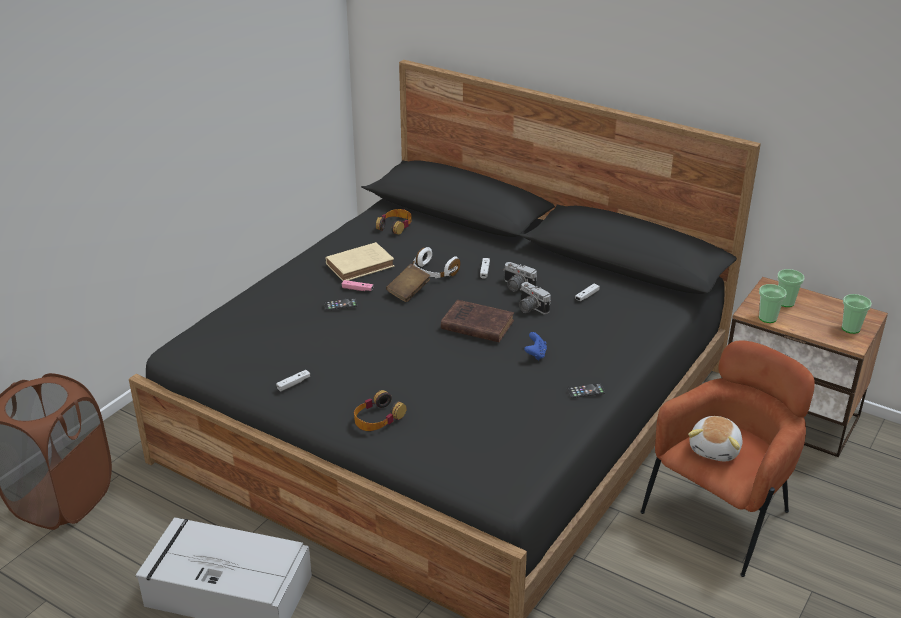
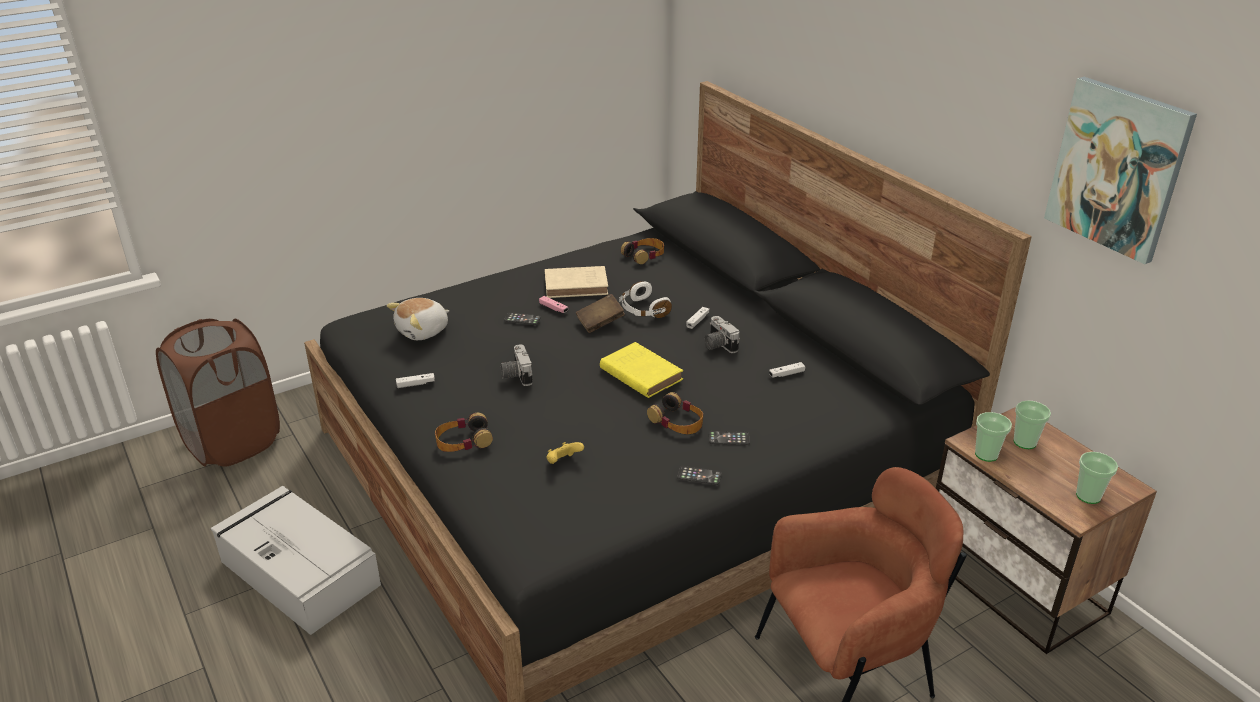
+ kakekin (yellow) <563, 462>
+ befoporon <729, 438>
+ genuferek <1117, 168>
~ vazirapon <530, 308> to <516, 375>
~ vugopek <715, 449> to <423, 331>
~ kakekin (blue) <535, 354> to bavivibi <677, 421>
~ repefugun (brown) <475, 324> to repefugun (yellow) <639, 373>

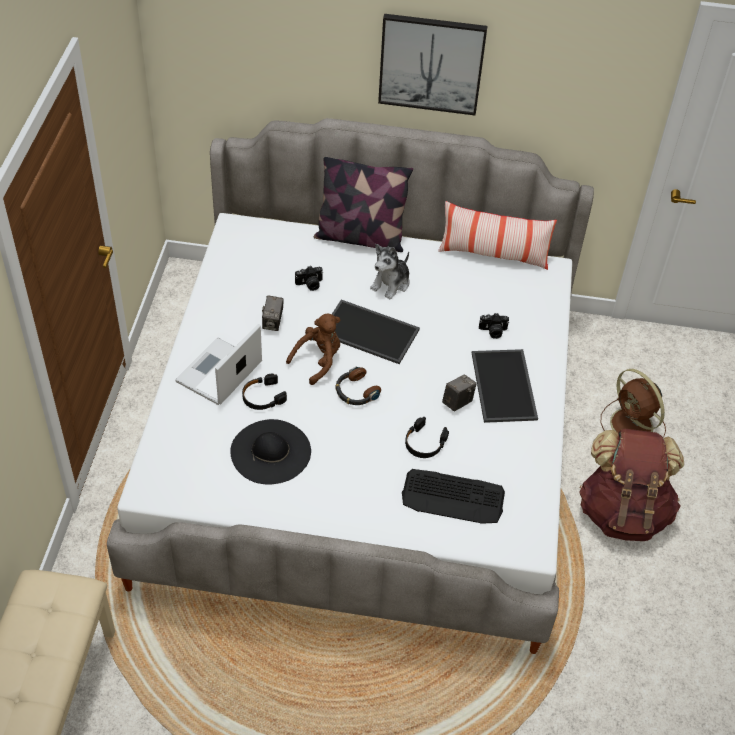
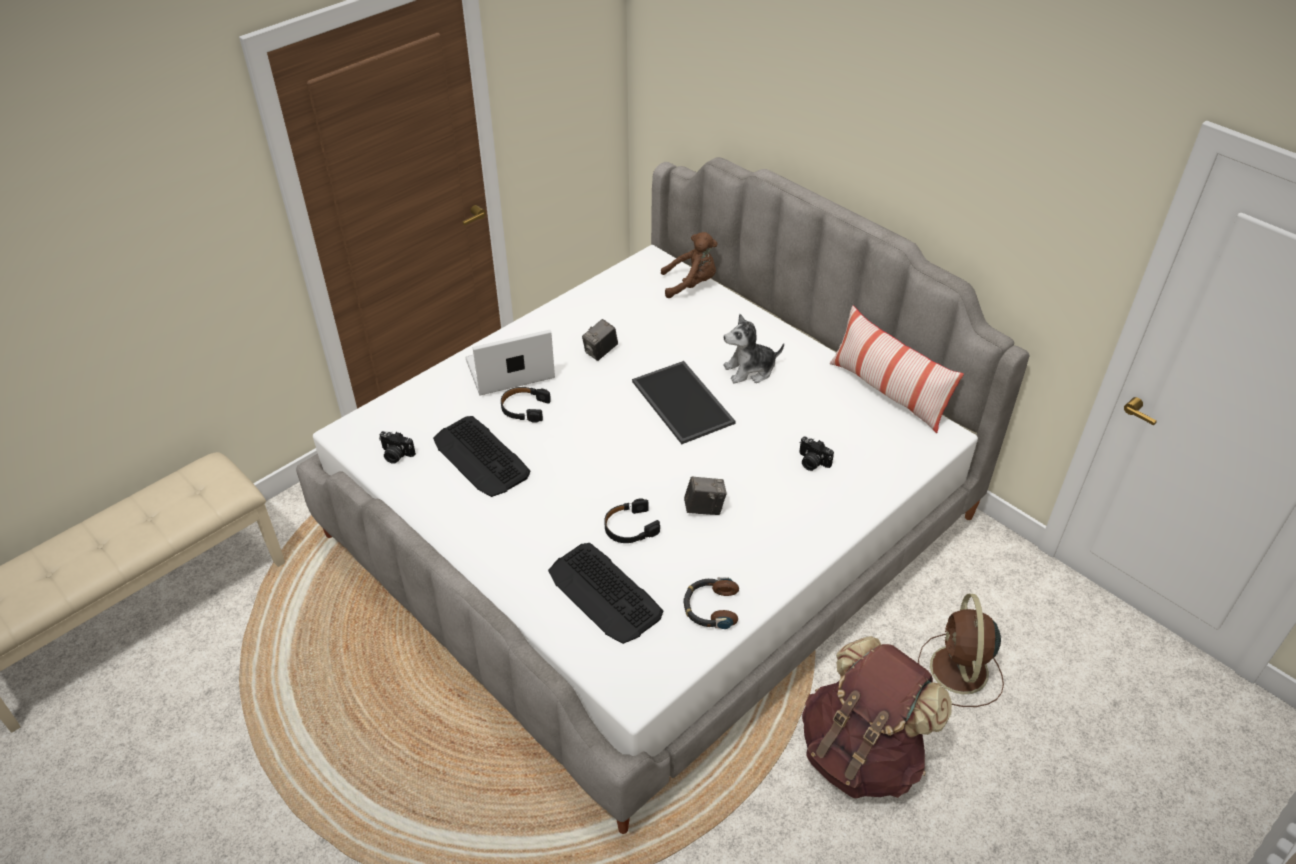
- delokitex <360, 237>
- genuferek <431, 63>
- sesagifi <505, 386>
~ vugopek (brown) <318, 360> to <691, 284>
~ vazirapon <310, 284> to <396, 455>
~ bavivibi <356, 391> to <710, 607>
~ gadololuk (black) <270, 451> to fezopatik <481, 457>

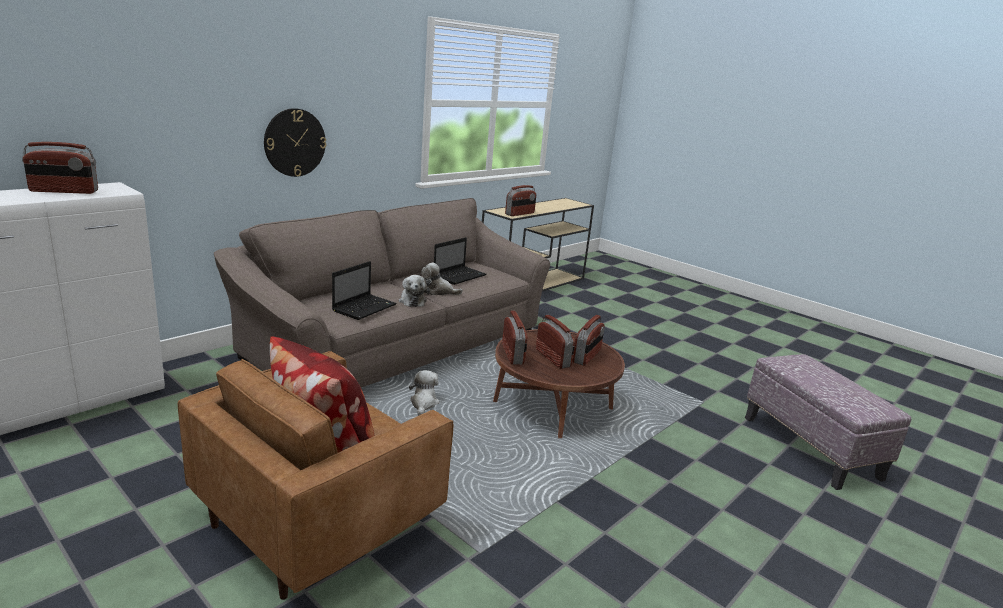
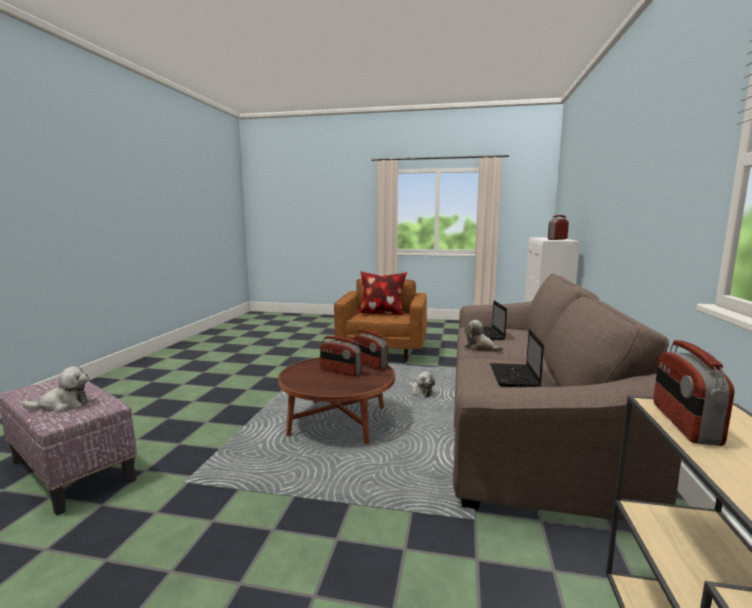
- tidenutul <294, 142>
- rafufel <587, 356>
~ vugopek <438, 291> to <63, 405>

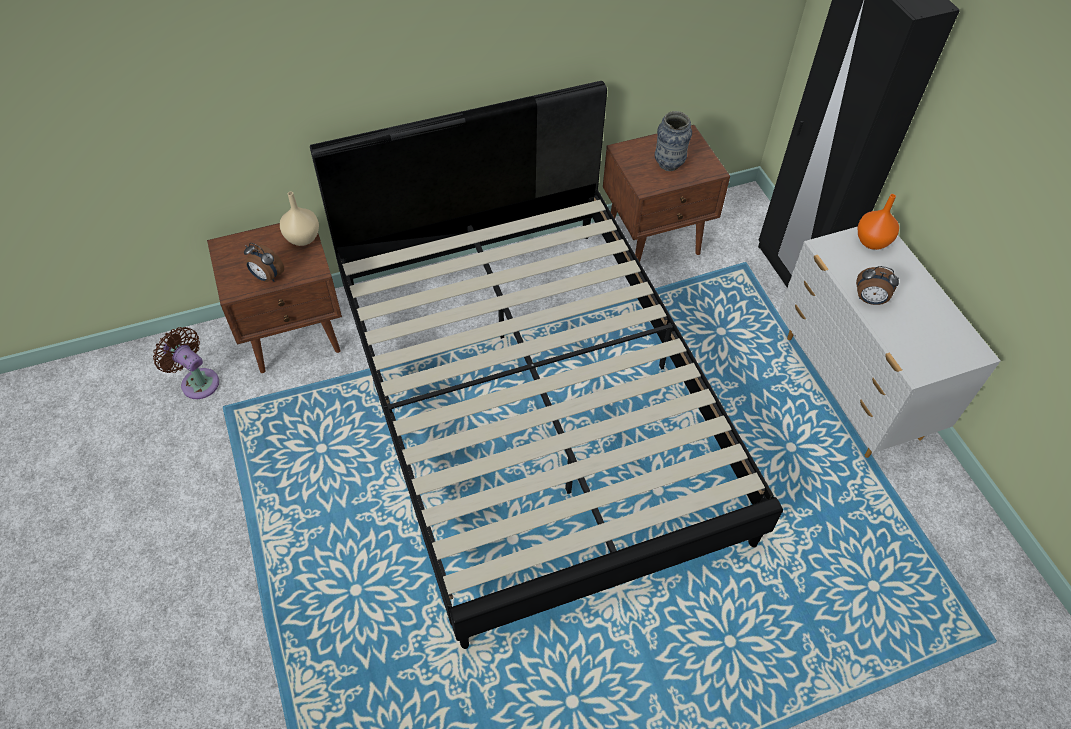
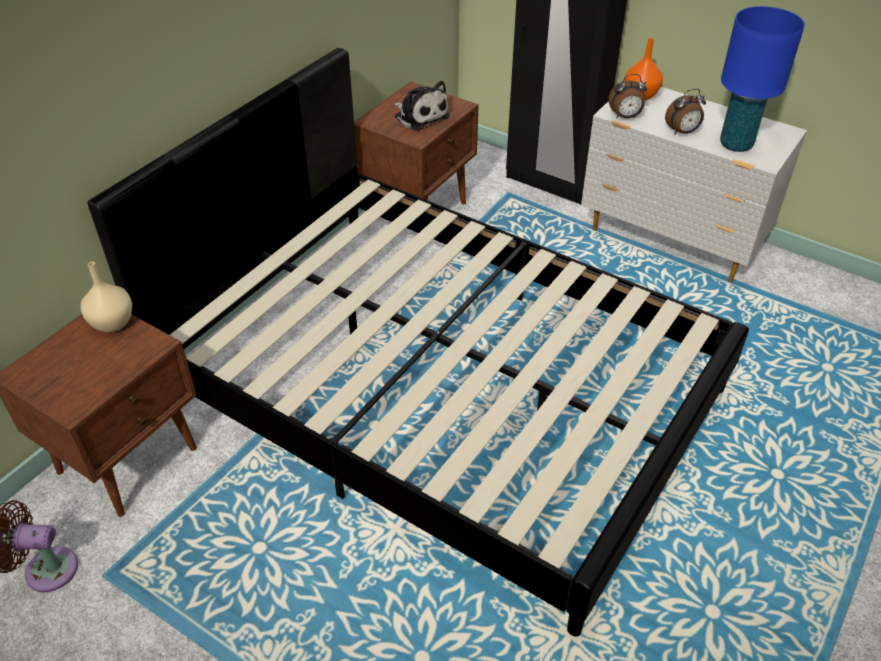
+ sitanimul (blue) <735, 144>
~ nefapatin <267, 277> to <625, 117>
~ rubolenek <669, 164> to vugopek <420, 116>

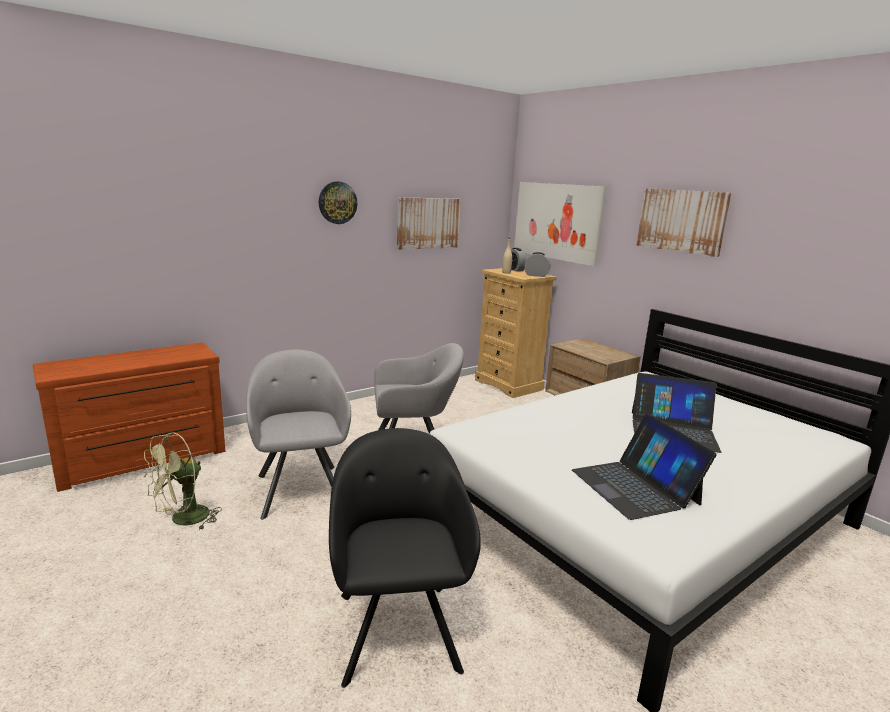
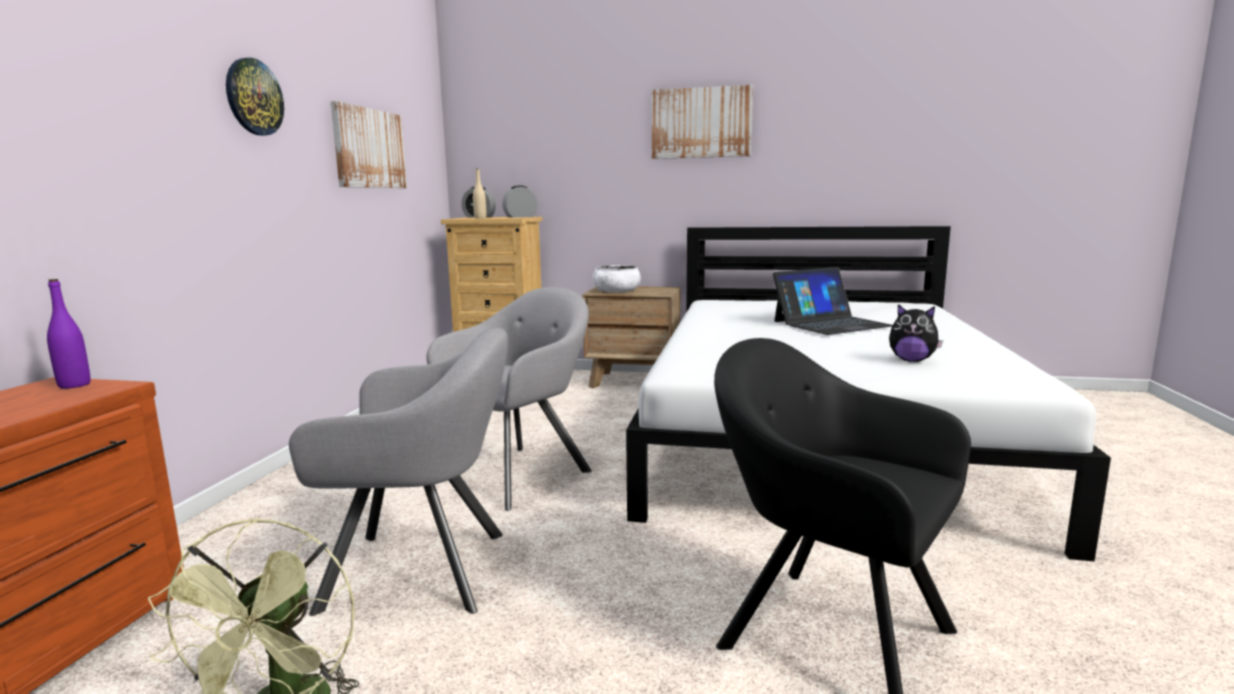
- genuferek <557, 221>
+ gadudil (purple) <74, 385>
+ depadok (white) <616, 290>
~ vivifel <635, 487> to vugopek <911, 360>
~ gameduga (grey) <300, 487> = <426, 570> 150 degrees clockwise

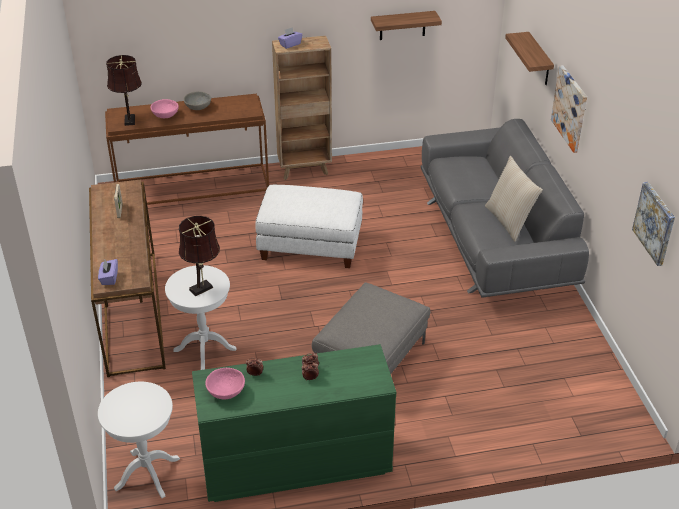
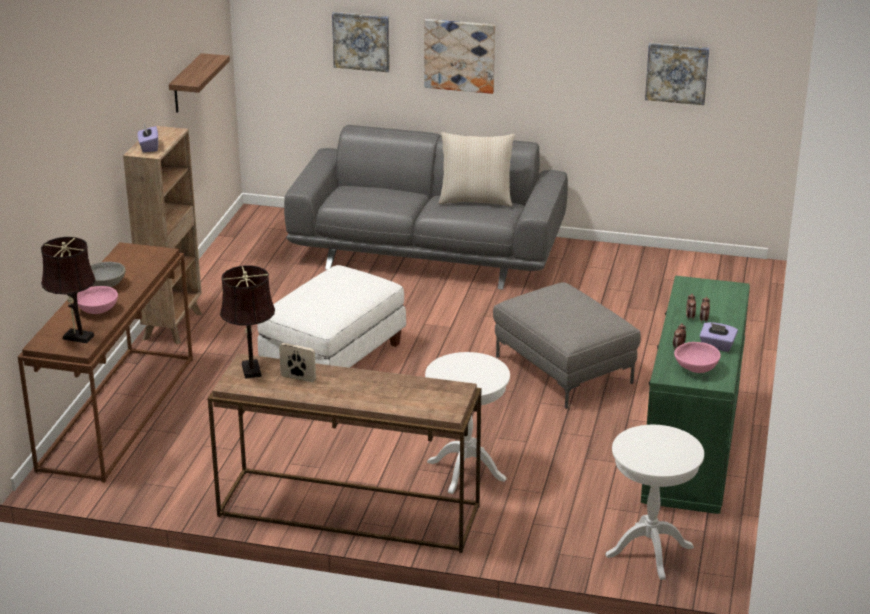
~ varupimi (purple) <109, 278> to <717, 346>
~ sitanimul (brown) <203, 287> to <251, 368>
~ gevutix <539, 60> to genuferek <361, 41>

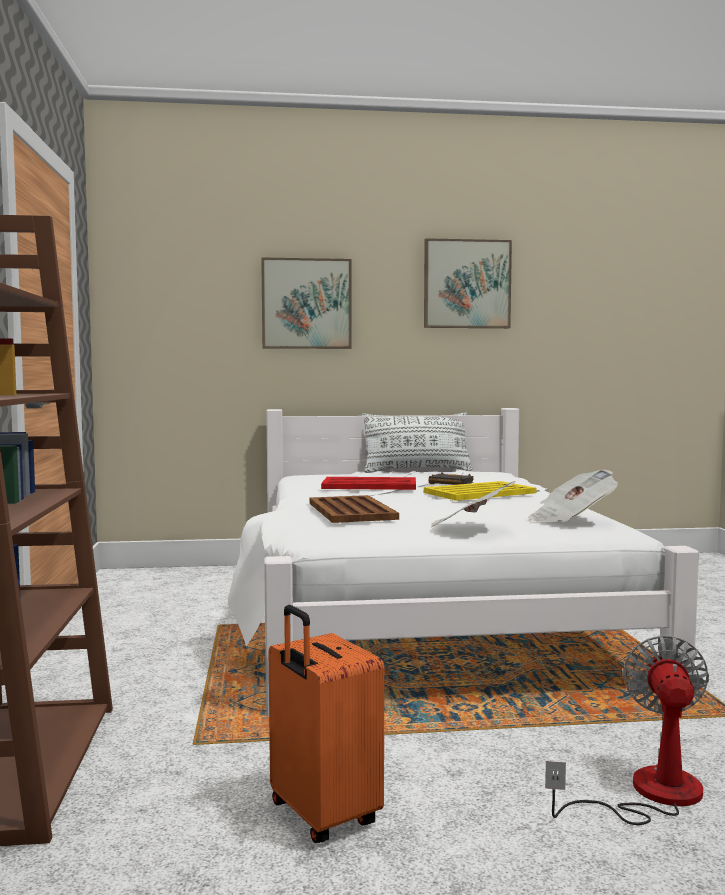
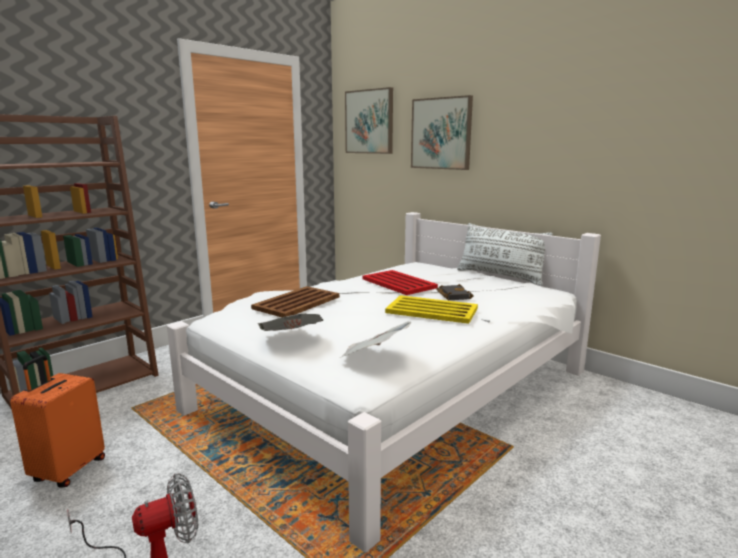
~ genuferek <466, 284> to <369, 122>

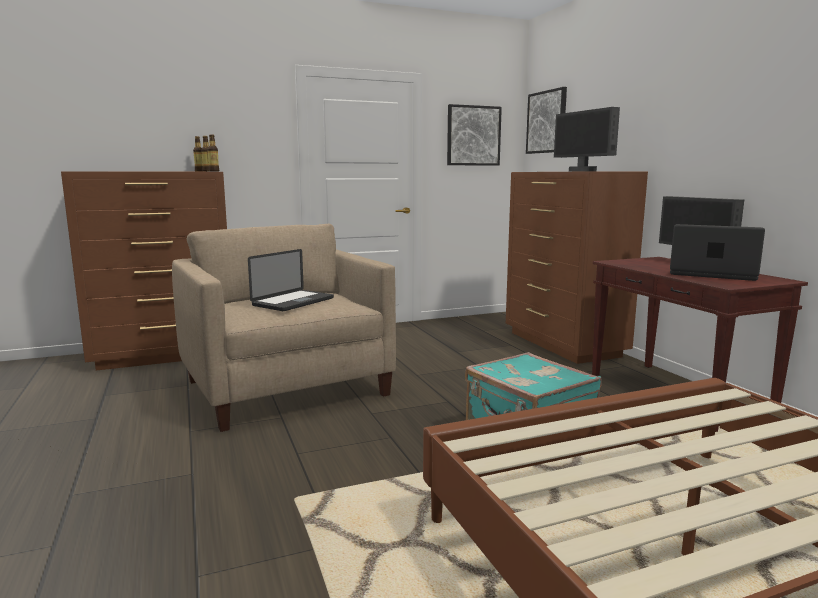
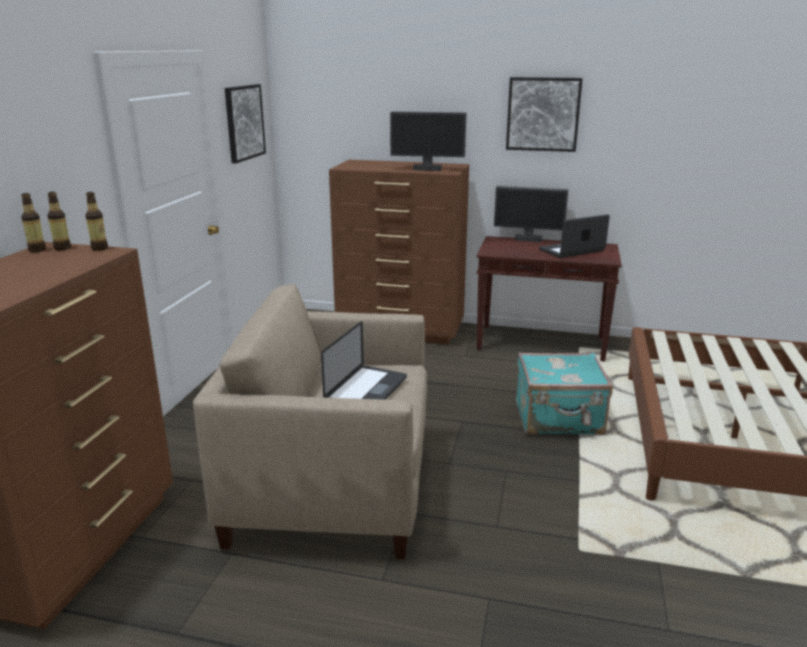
~ genuferek <547, 122> to <543, 114>
~ vivifel <293, 302> = <366, 390> 45 degrees clockwise

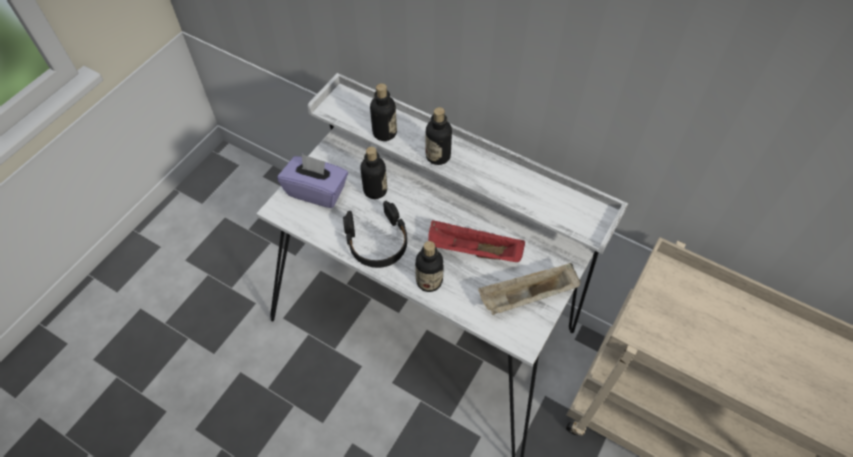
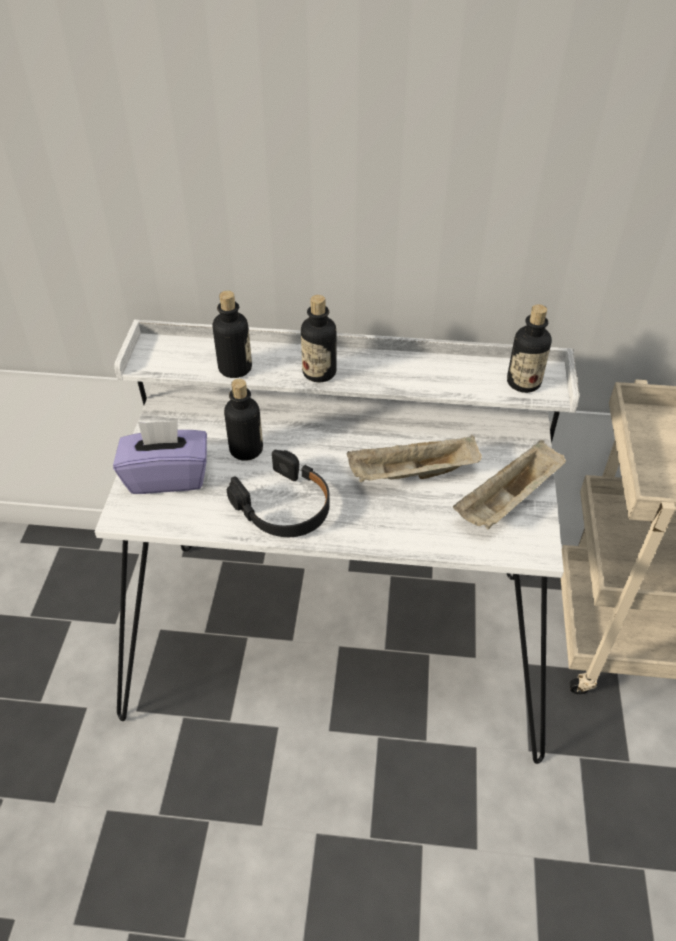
~ gadudil <429, 281> to <523, 382>
~ sesagifi (red) <472, 251> to sesagifi (beige) <411, 475>

